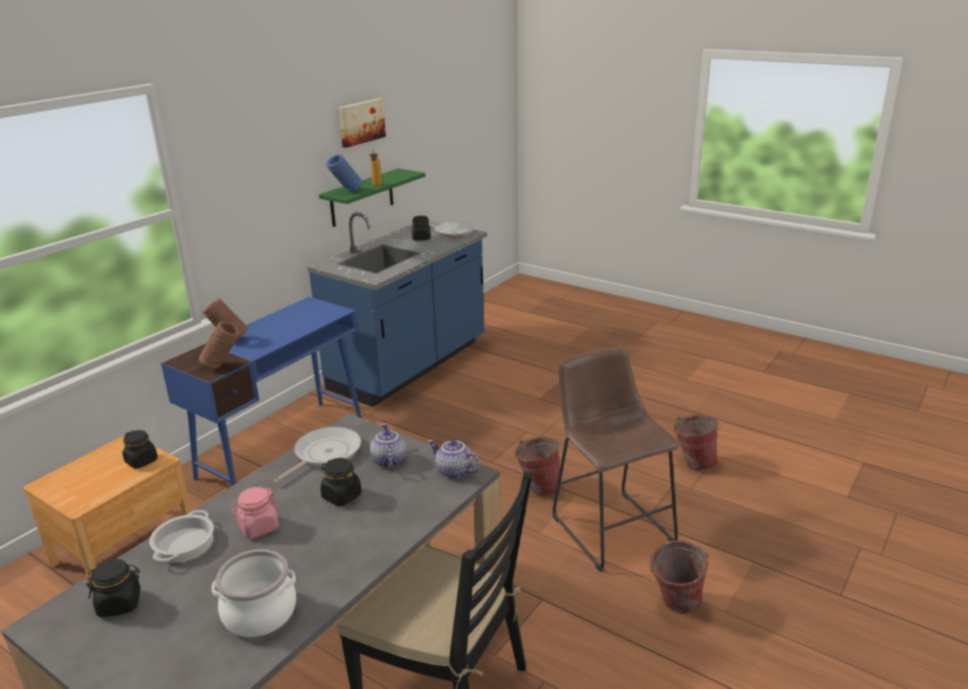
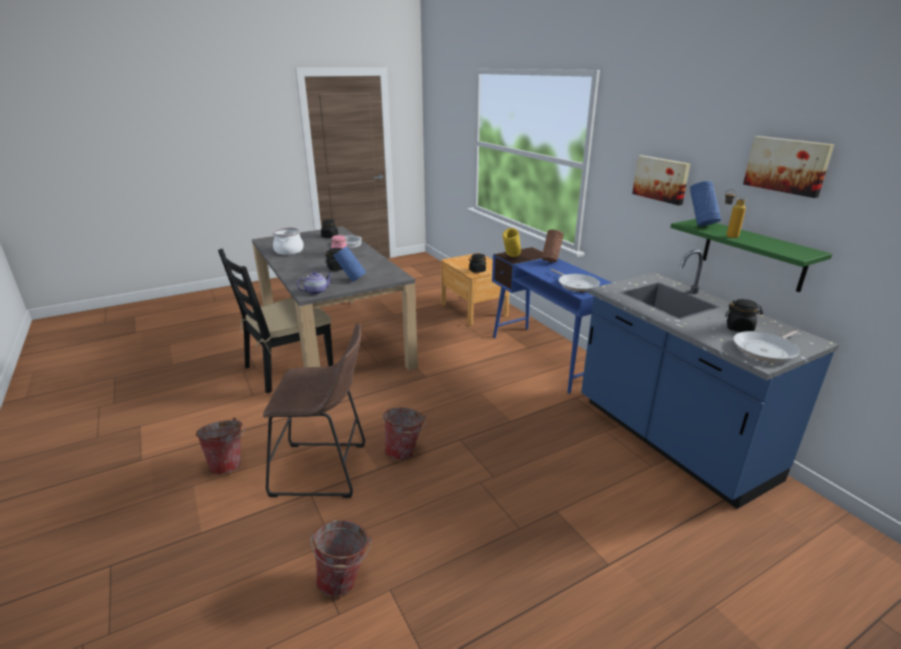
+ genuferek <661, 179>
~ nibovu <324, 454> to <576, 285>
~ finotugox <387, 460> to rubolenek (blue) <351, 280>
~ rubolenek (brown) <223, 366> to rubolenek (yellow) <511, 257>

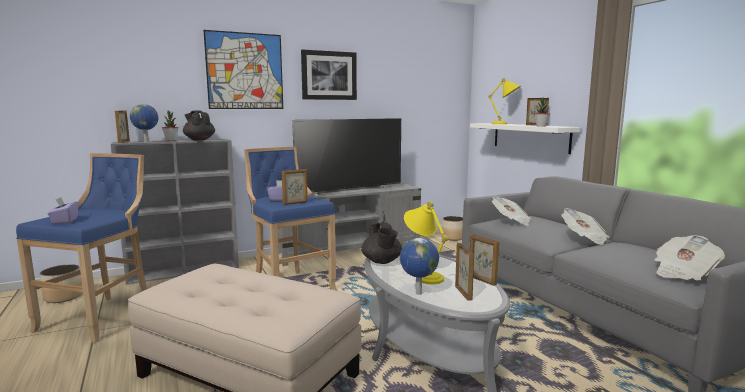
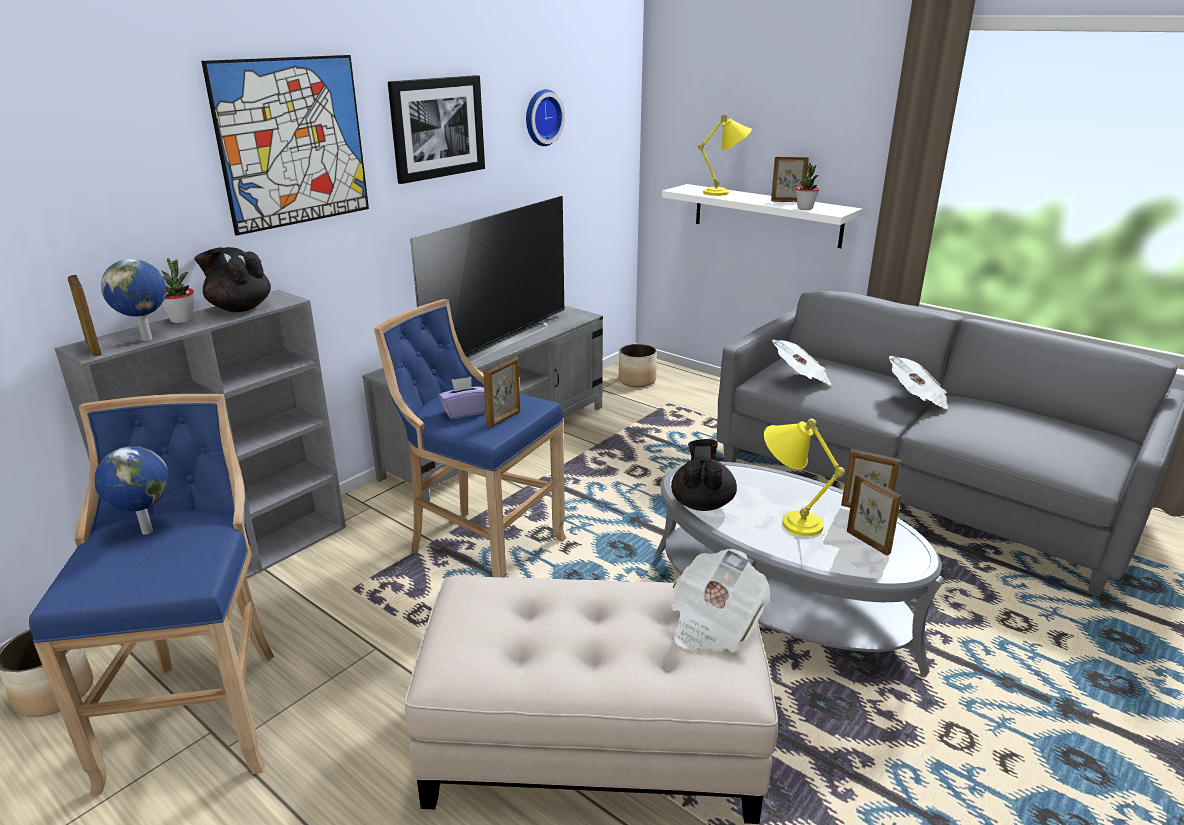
- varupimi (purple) <64, 221>
+ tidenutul <541, 117>
~ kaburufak <417, 293> to <146, 532>
~ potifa <683, 273> to <713, 623>
~ finotugox (black) <382, 262> = <702, 503> 135 degrees counterclockwise

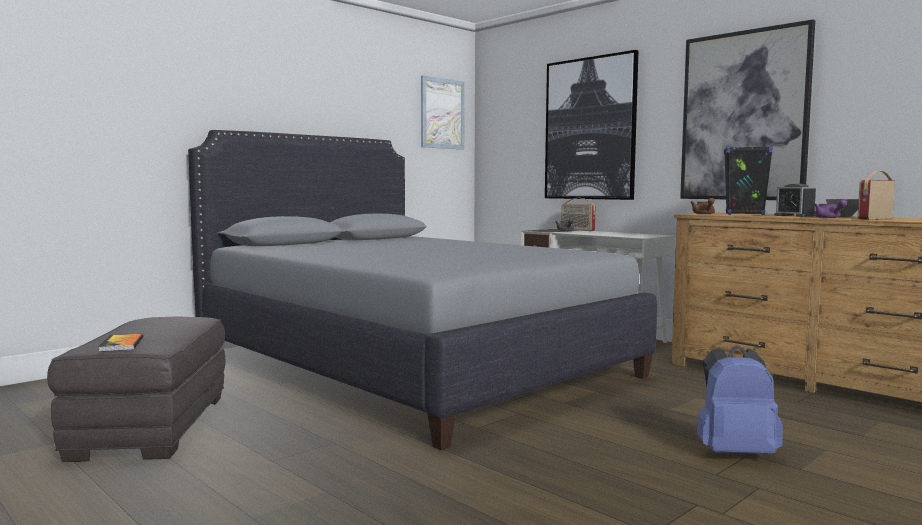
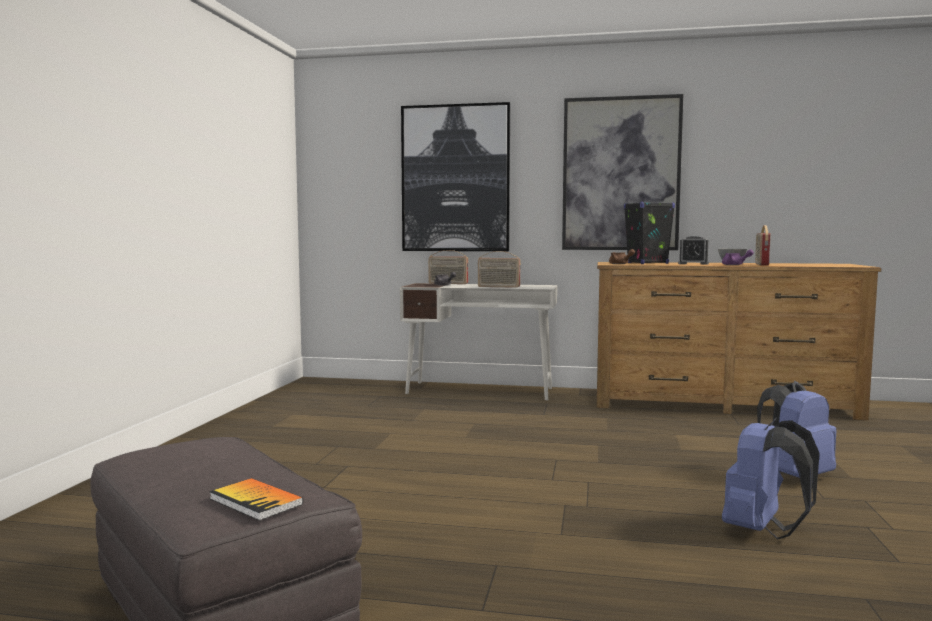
- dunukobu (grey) <411, 365>
- genuferek <442, 113>
+ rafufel <498, 287>
+ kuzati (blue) <762, 530>

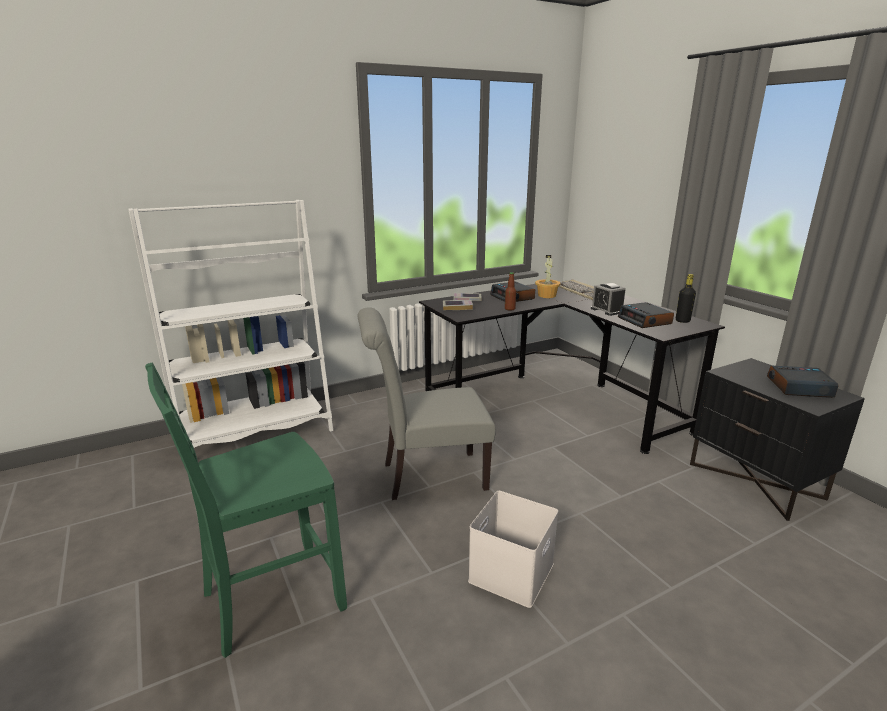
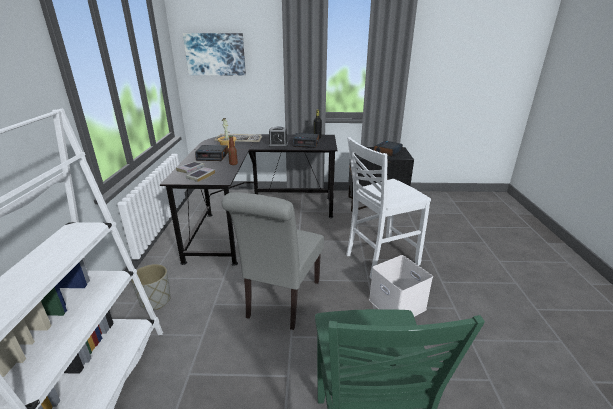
+ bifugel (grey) <156, 300>
+ genuferek <215, 54>
+ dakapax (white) <379, 259>

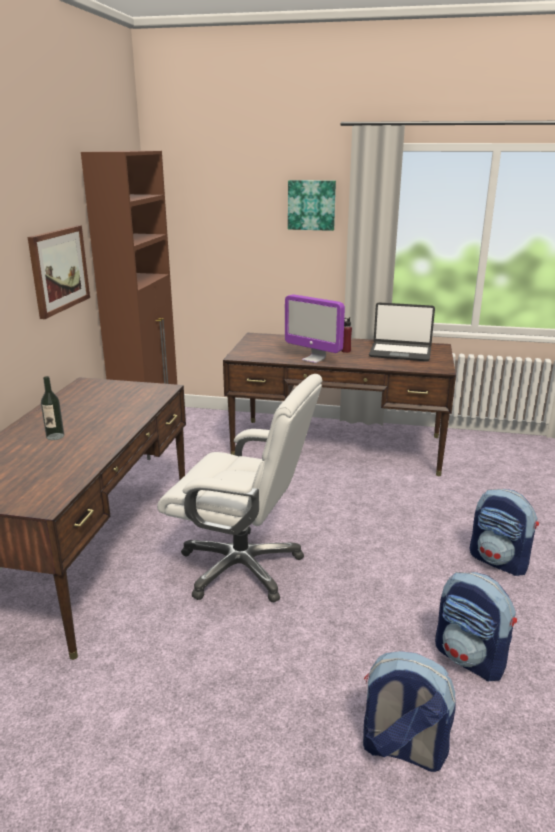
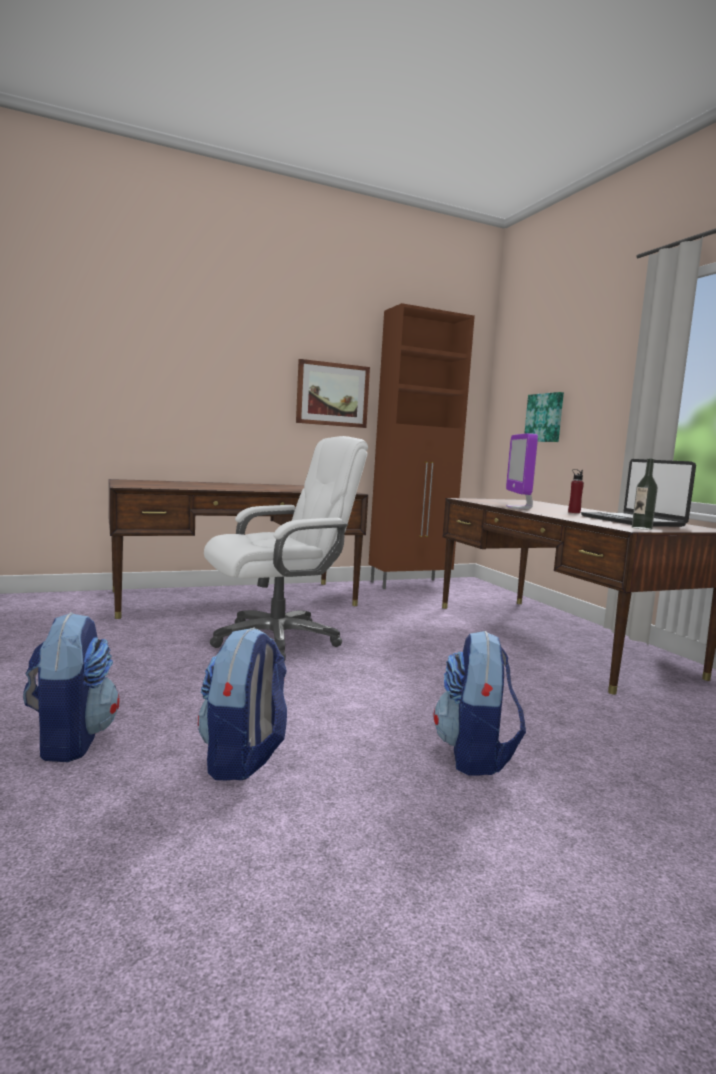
~ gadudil <55, 436> to <641, 528>
~ genuferek <311, 205> to <545, 418>
~ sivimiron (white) <242, 567> = <278, 639> 105 degrees counterclockwise

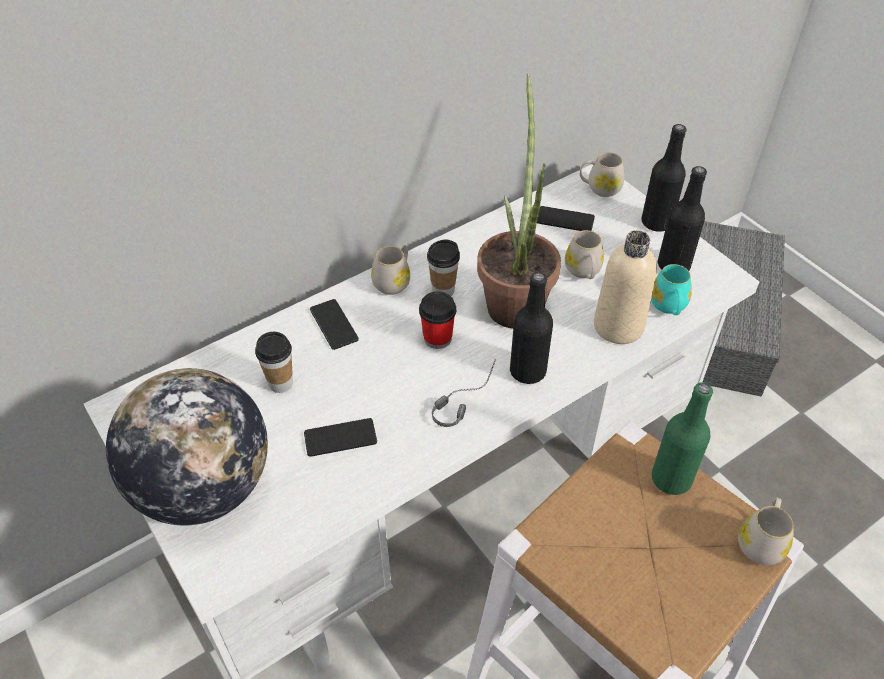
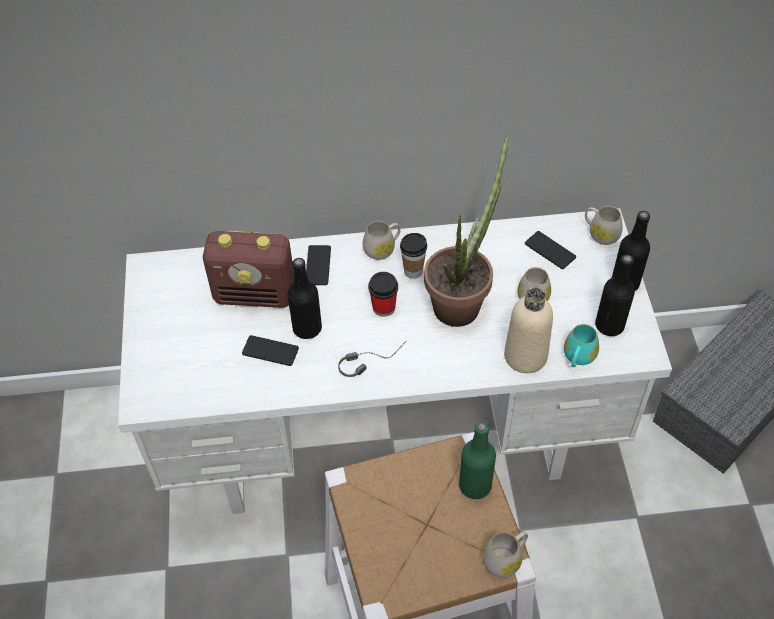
- kaburufak <204, 487>
~ gadudil (black) <527, 371> to <307, 328>
~ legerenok <280, 383> to rafufel <256, 294>

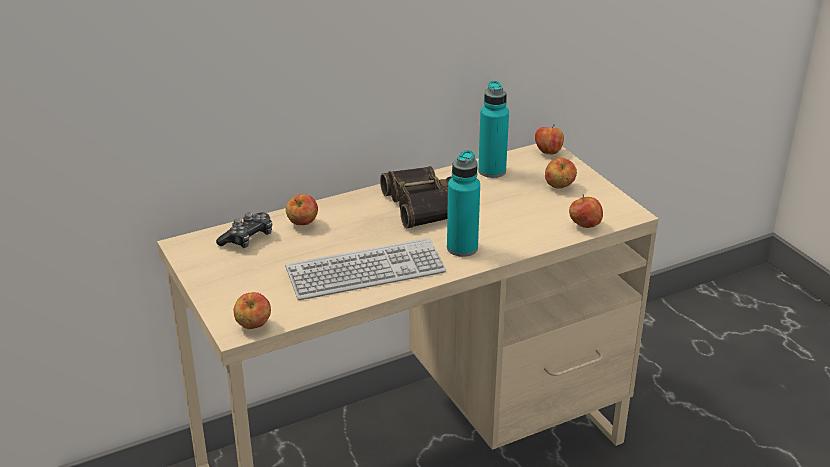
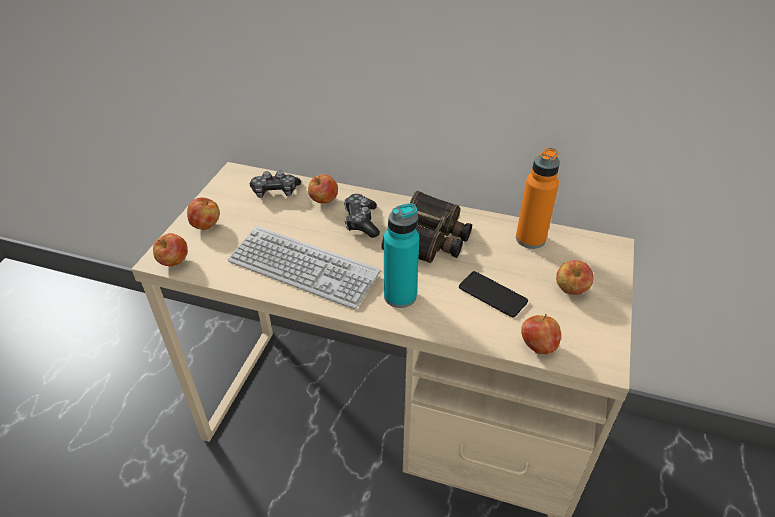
+ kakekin <361, 222>
+ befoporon <492, 294>
~ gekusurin <548, 152> to <206, 225>
~ gadudil (turquoise) <492, 171> to gadudil (orange) <530, 239>

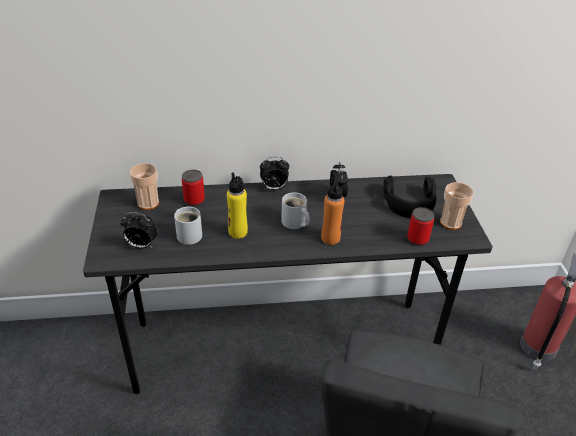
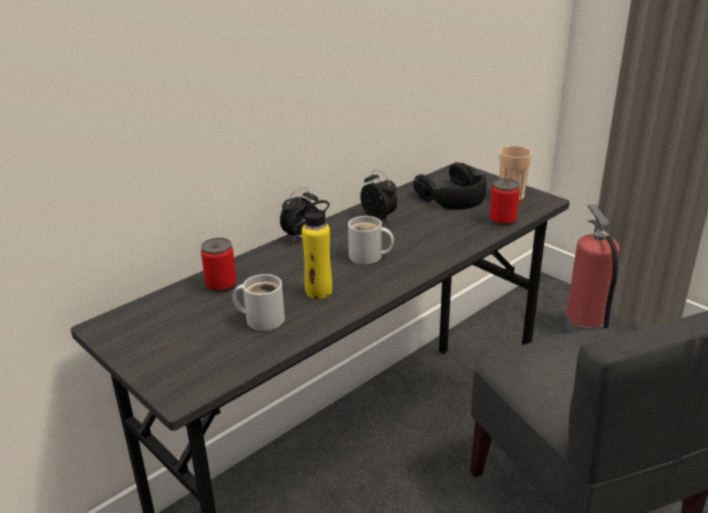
- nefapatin <141, 246>
- legerenok <148, 203>
- gadudil (orange) <330, 238>

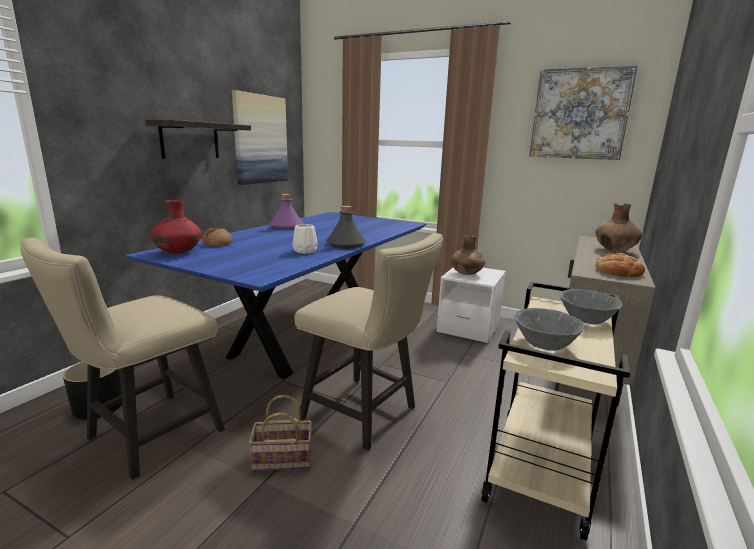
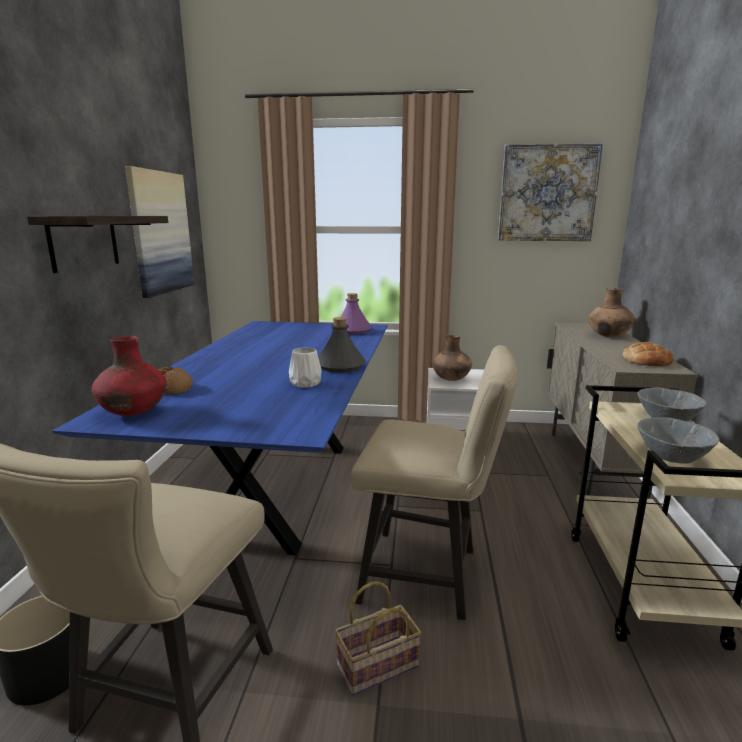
~ gadudil (purple) <286, 227> to <352, 331>

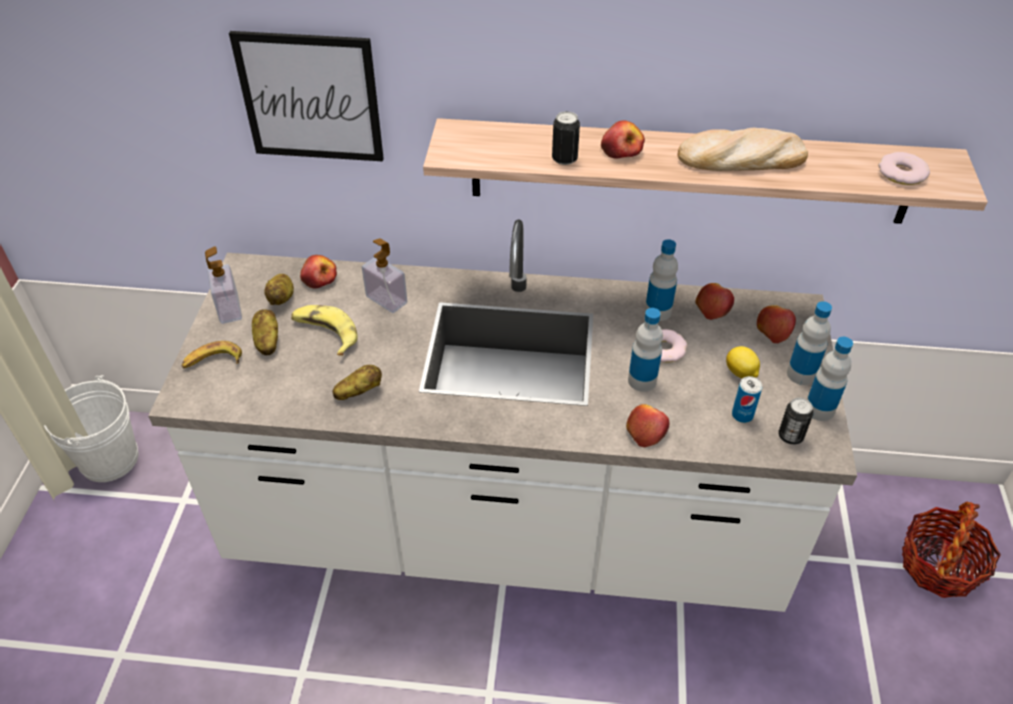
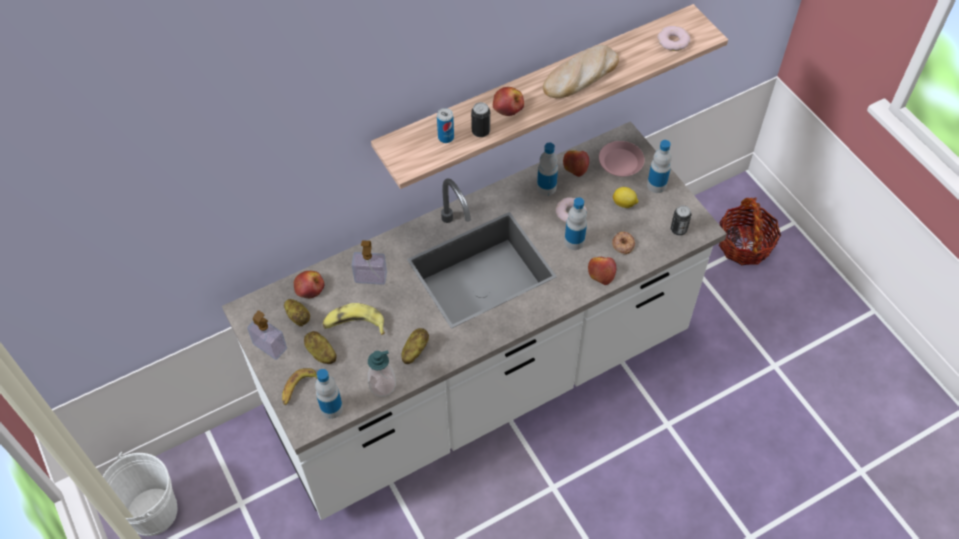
- genuferek <310, 97>
+ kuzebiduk <382, 385>
+ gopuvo <623, 244>
~ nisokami <742, 415> to <446, 137>
~ gadudil <819, 409> to <331, 408>
~ gekusurin <773, 329> to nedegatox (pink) <620, 162>

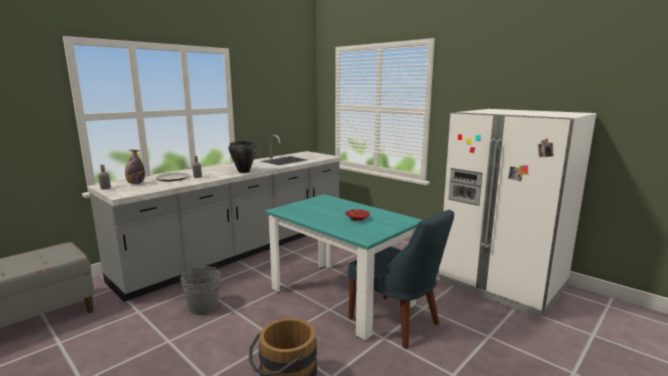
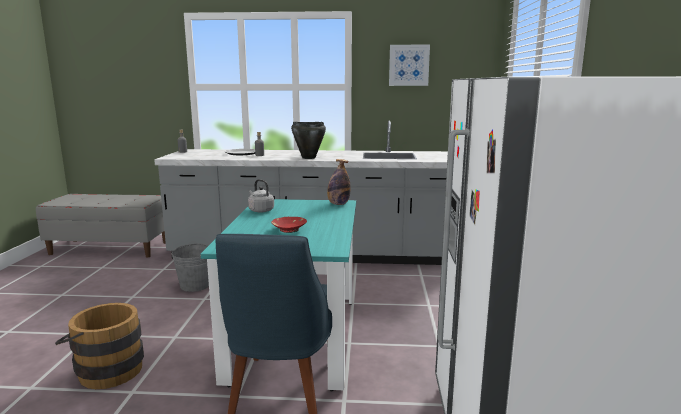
+ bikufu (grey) <260, 210>
+ genuferek <409, 65>
~ gadudil <136, 183> to <338, 204>

